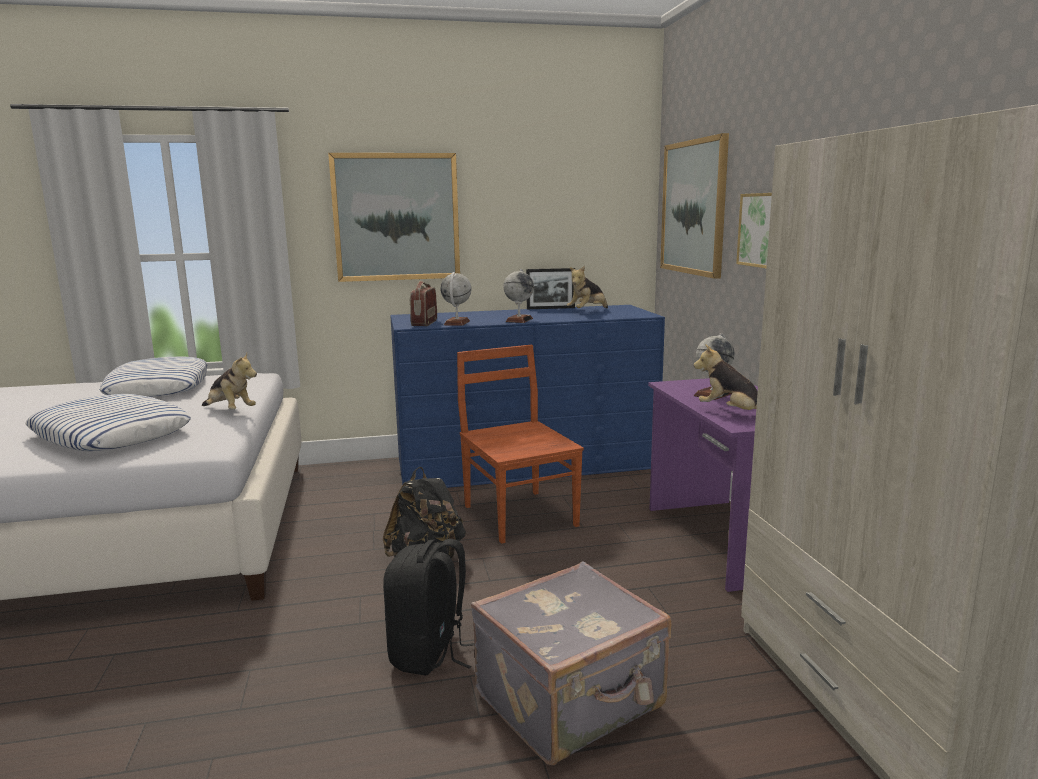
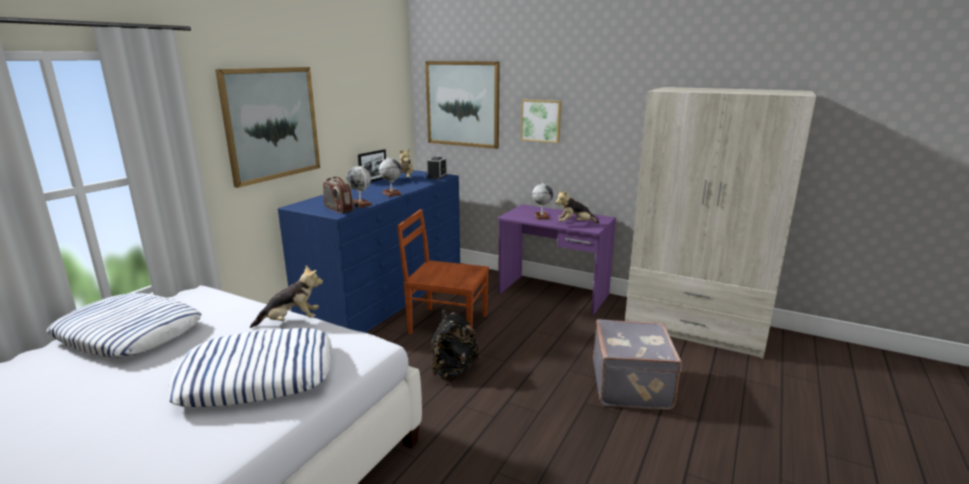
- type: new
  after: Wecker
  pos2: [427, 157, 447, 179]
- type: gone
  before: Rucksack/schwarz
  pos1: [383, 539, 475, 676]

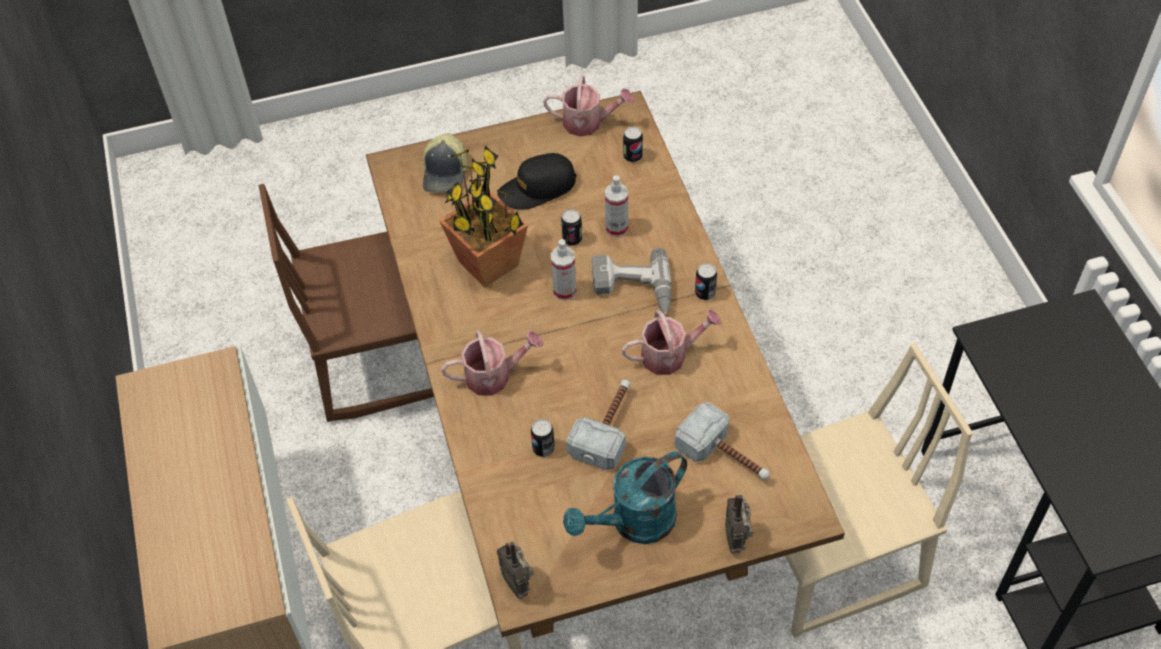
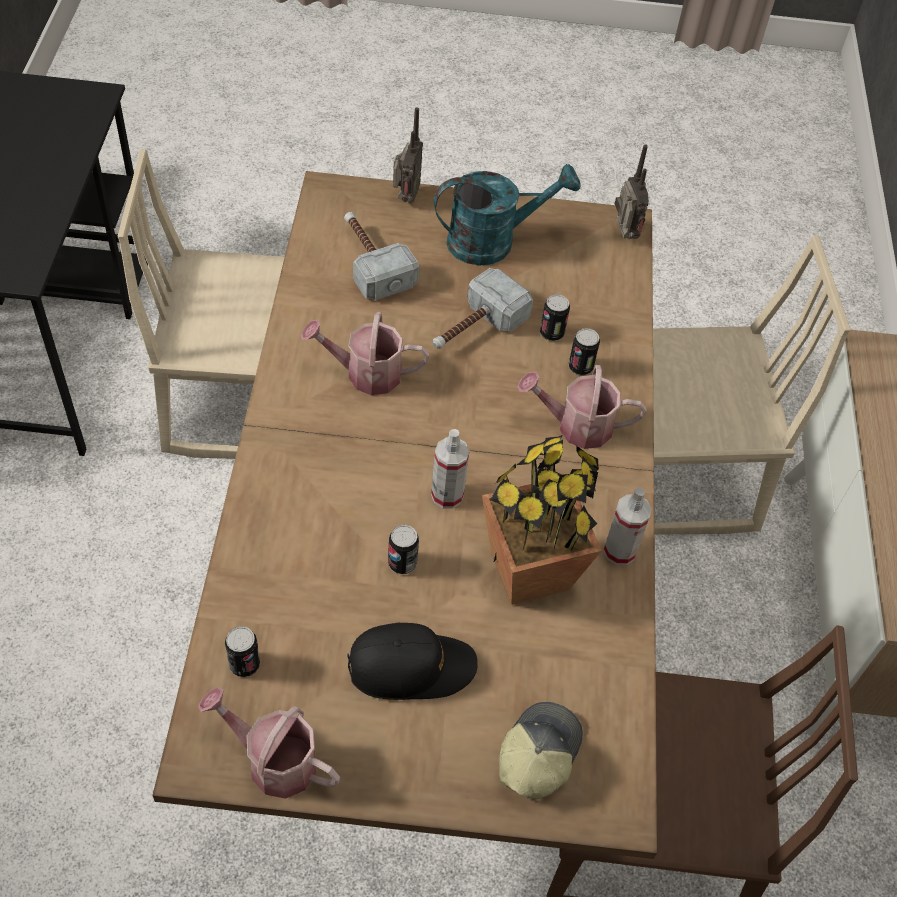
- type: shifted
  before: Dose
  pos1: [695, 263, 717, 300]
  pos2: [569, 328, 600, 375]
- type: shifted
  before: Sprühflasche
  pos1: [605, 175, 628, 237]
  pos2: [603, 487, 652, 565]
- type: gone
  before: Bohrmaschine
  pos1: [592, 248, 672, 314]

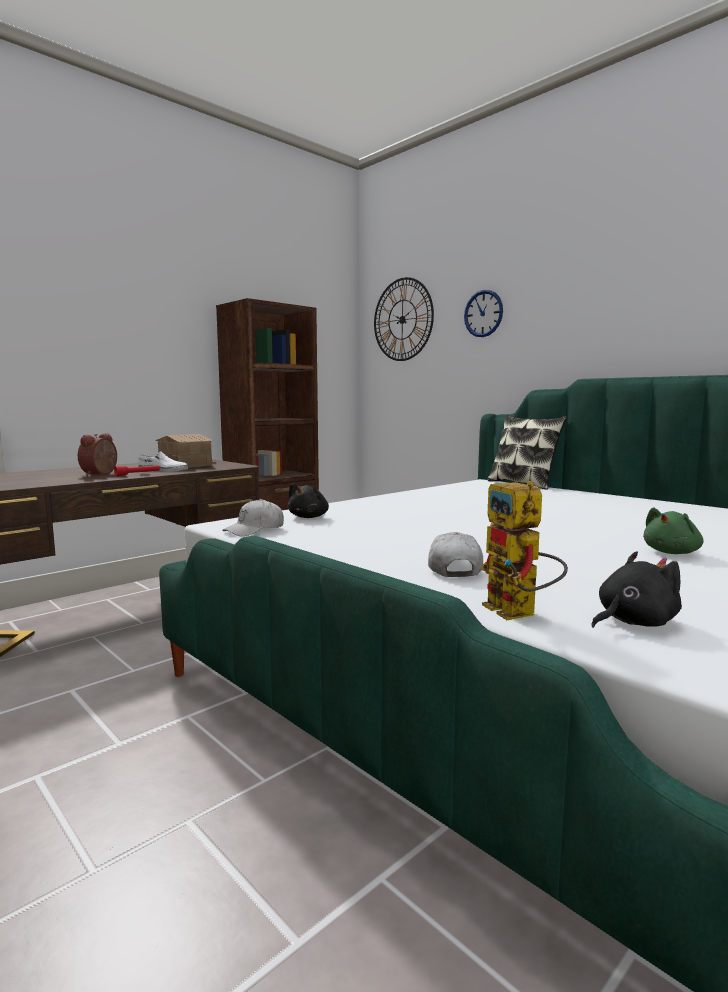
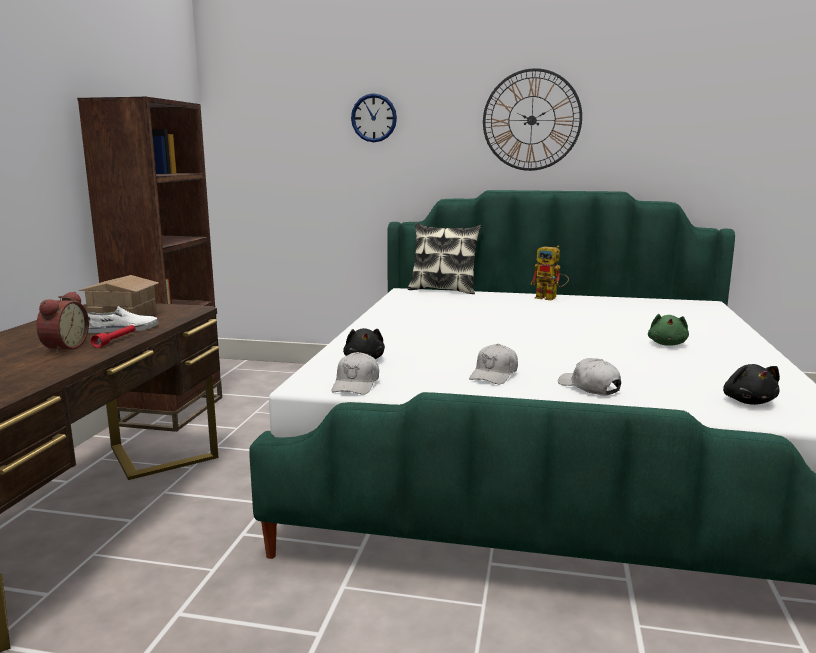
- type: rotated
  before: Wecker
  pos1: [78, 433, 117, 476]
  pos2: [36, 291, 89, 354]
  turn: -150
- type: new
  after: Kappe/weiß
  pos2: [469, 344, 518, 385]
- type: shifted
  before: Wanduhr
  pos1: [374, 277, 434, 361]
  pos2: [483, 68, 582, 171]
- type: shifted
  before: Spielzeugroboter
  pos1: [481, 481, 568, 620]
  pos2: [530, 246, 569, 300]
- type: rotated
  before: Plüschtier/schwarz
  pos1: [592, 551, 682, 628]
  pos2: [723, 364, 780, 405]
  turn: 150

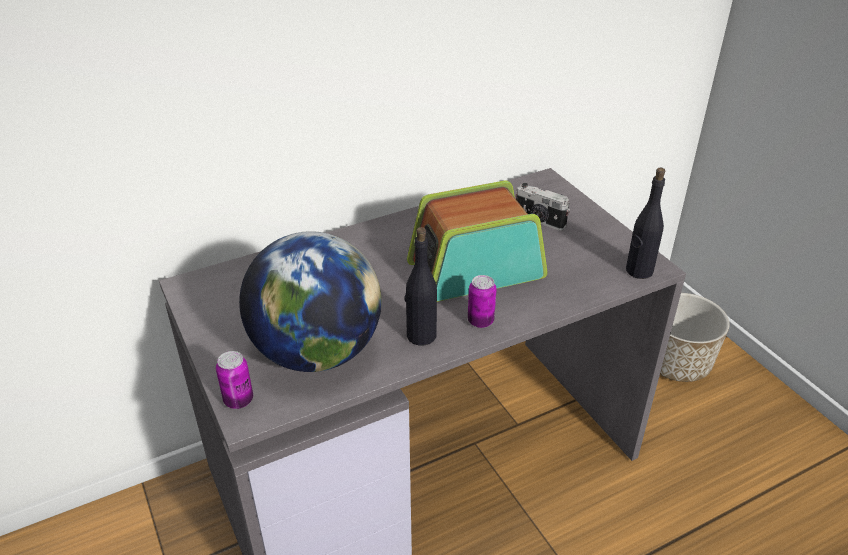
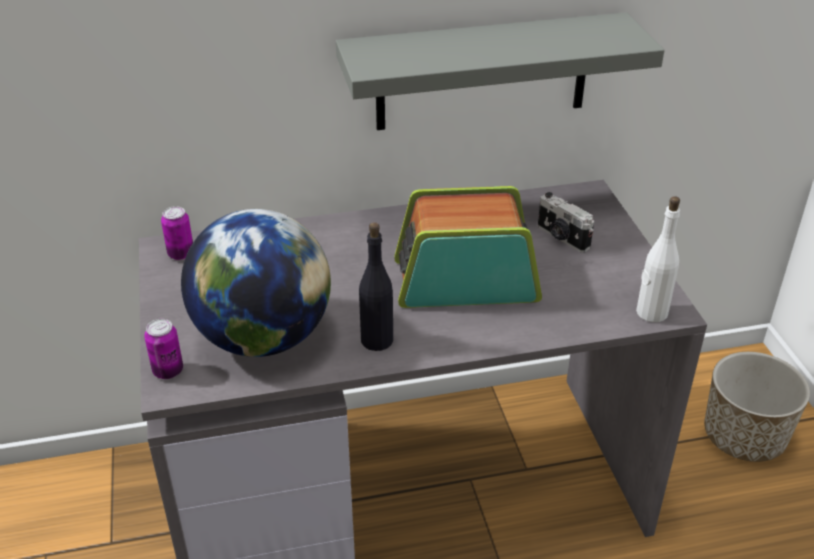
- type: shifted
  before: Dose
  pos1: [468, 275, 497, 328]
  pos2: [161, 206, 193, 260]
- type: new
  after: Wandregal/grau
  pos2: [336, 12, 664, 130]
- type: repainted
  before: Flasche/schwarz
  after: Flasche/weiß
  pos1: [626, 168, 665, 279]
  pos2: [636, 196, 680, 322]

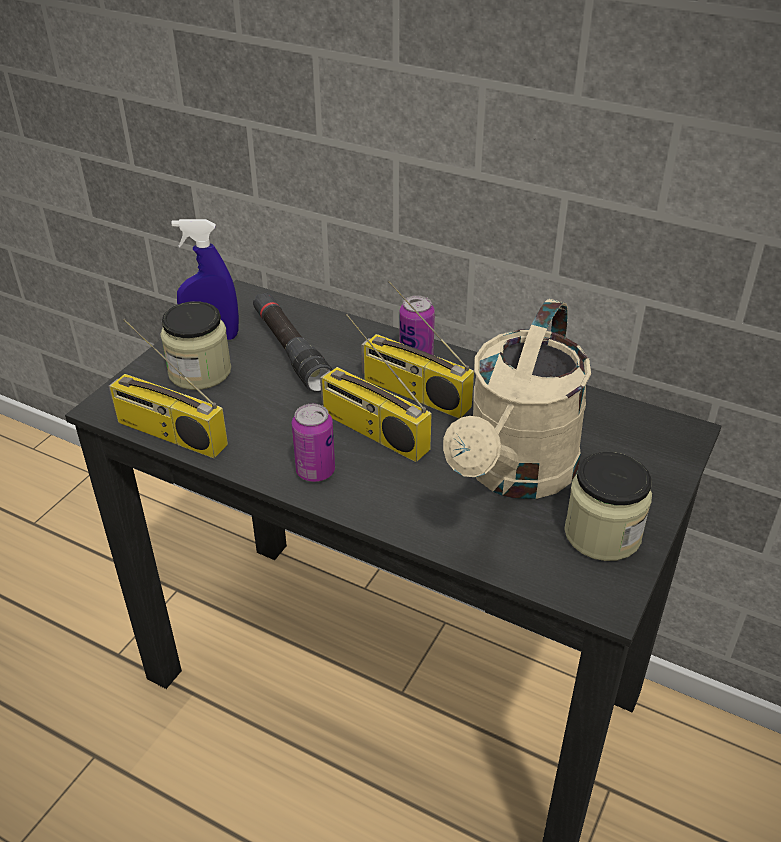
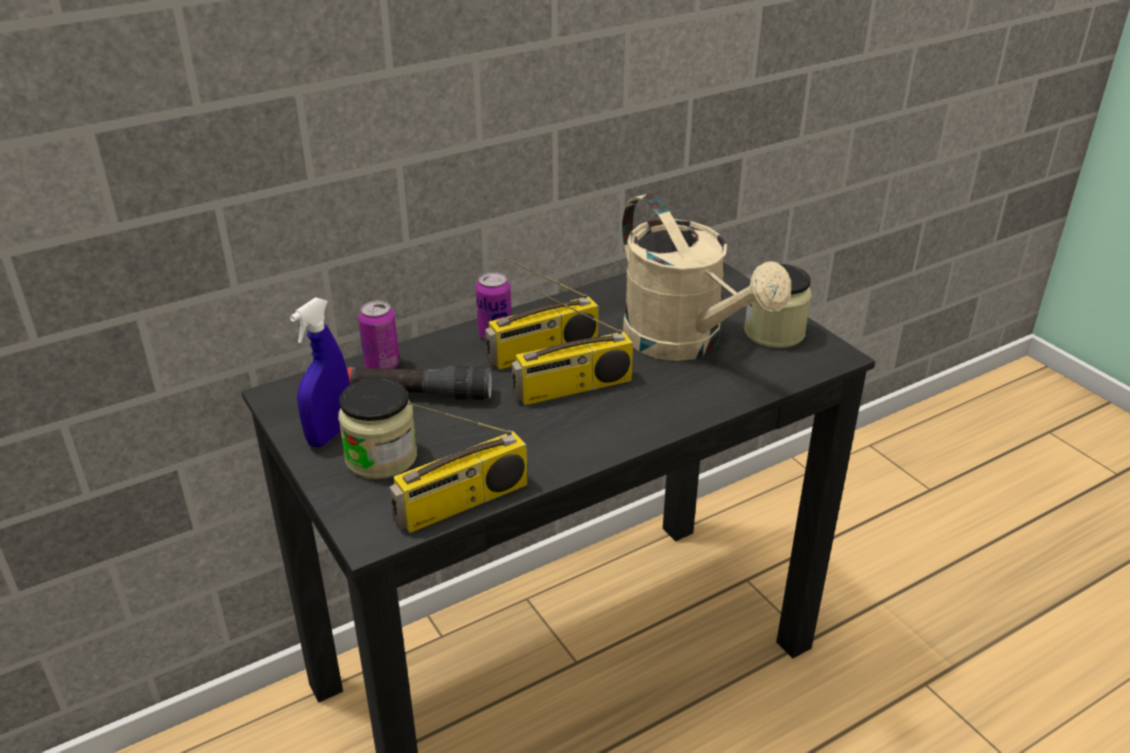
- type: shifted
  before: Dose
  pos1: [292, 404, 335, 482]
  pos2: [358, 300, 400, 369]

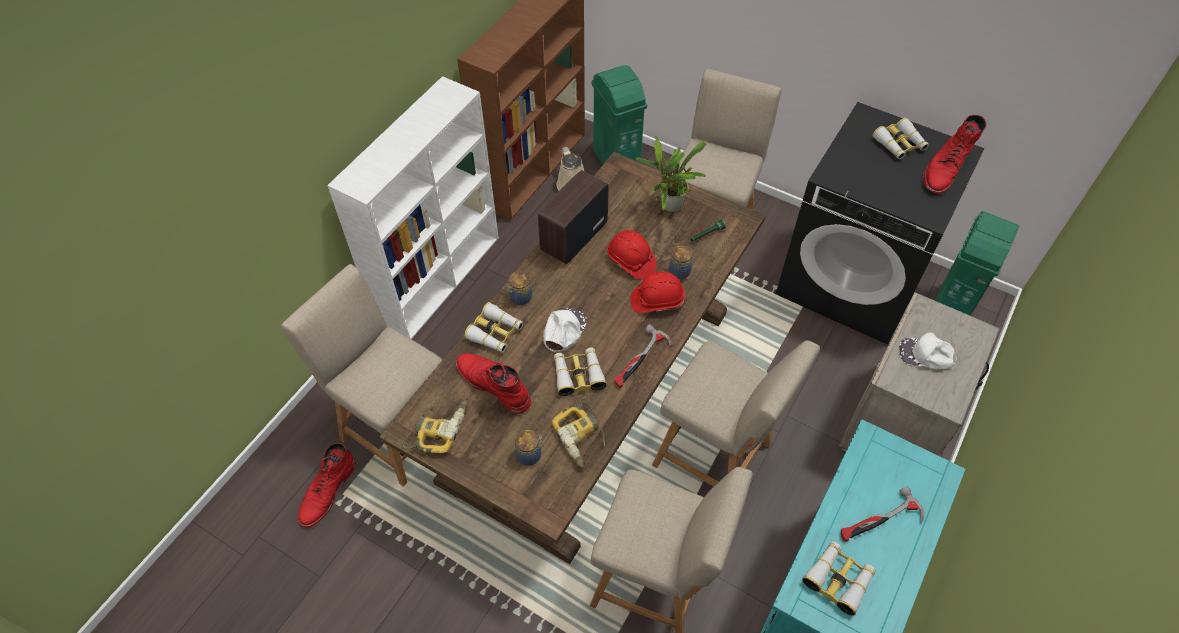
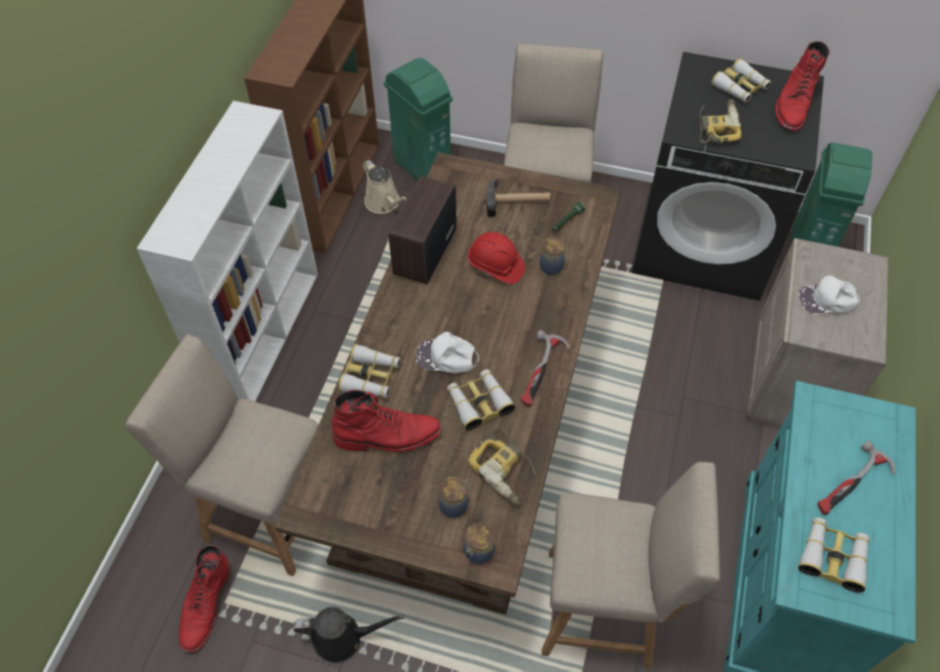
- type: new
  after: Gießkanne/schwarz
  pos2: [293, 607, 404, 663]
- type: rotated
  before: Stiefel/rot
  pos1: [456, 353, 531, 414]
  pos2: [332, 390, 442, 452]
  turn: 150
- type: rotated
  before: Kappe/weiß
  pos1: [543, 308, 587, 352]
  pos2: [416, 332, 479, 373]
  turn: -90
- type: shifted
  before: Vorratsglas
  pos1: [507, 271, 532, 305]
  pos2: [464, 522, 495, 564]
- type: swapped
  before: Topfpflanze
  after: Hammer
  pos1: [636, 136, 707, 212]
  pos2: [486, 178, 551, 217]
- type: shifted
  before: Bohrmaschine
  pos1: [402, 400, 468, 454]
  pos2: [700, 100, 742, 143]
- type: gone
  before: Schutzhelm/rot
  pos1: [631, 271, 685, 313]
- type: gone
  before: Stuhl/beige
  pos1: [652, 340, 820, 487]

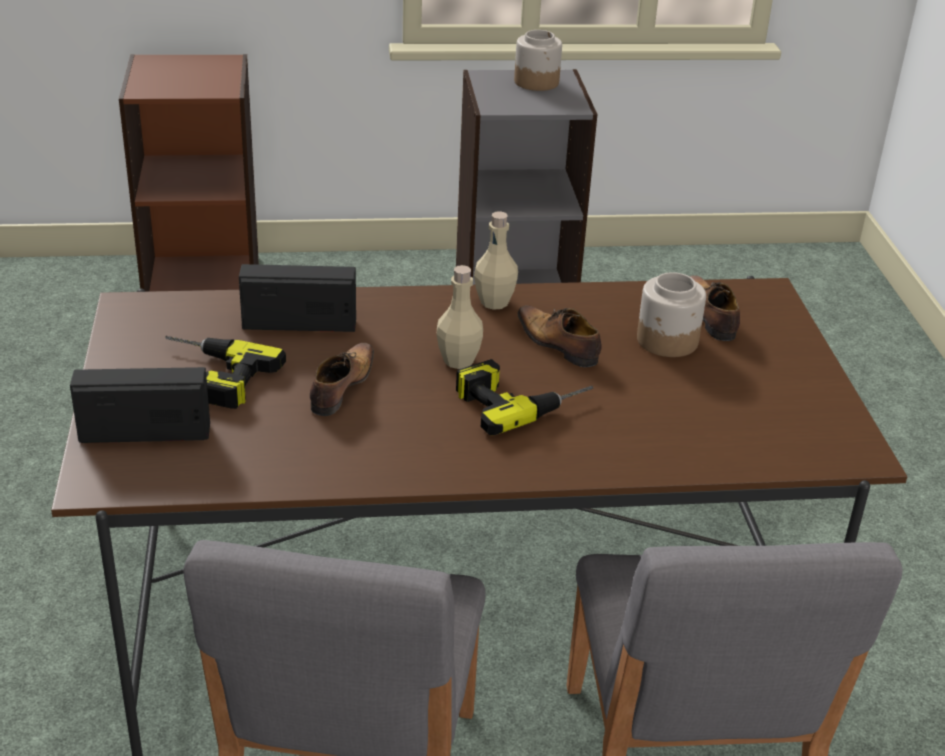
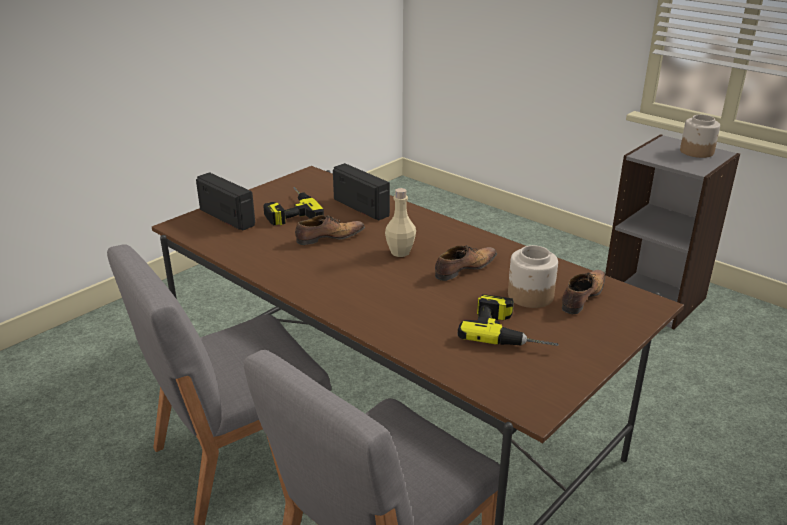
- type: rotated
  before: Schuh
  pos1: [517, 305, 602, 368]
  pos2: [435, 245, 497, 281]
  turn: 45
- type: shifted
  before: Bohrmaschine
  pos1: [456, 359, 593, 435]
  pos2: [457, 294, 559, 346]
- type: gone
  before: Bücherregal/braun
  pos1: [119, 54, 259, 292]
- type: gone
  before: Flasche/beige
  pos1: [474, 211, 518, 310]

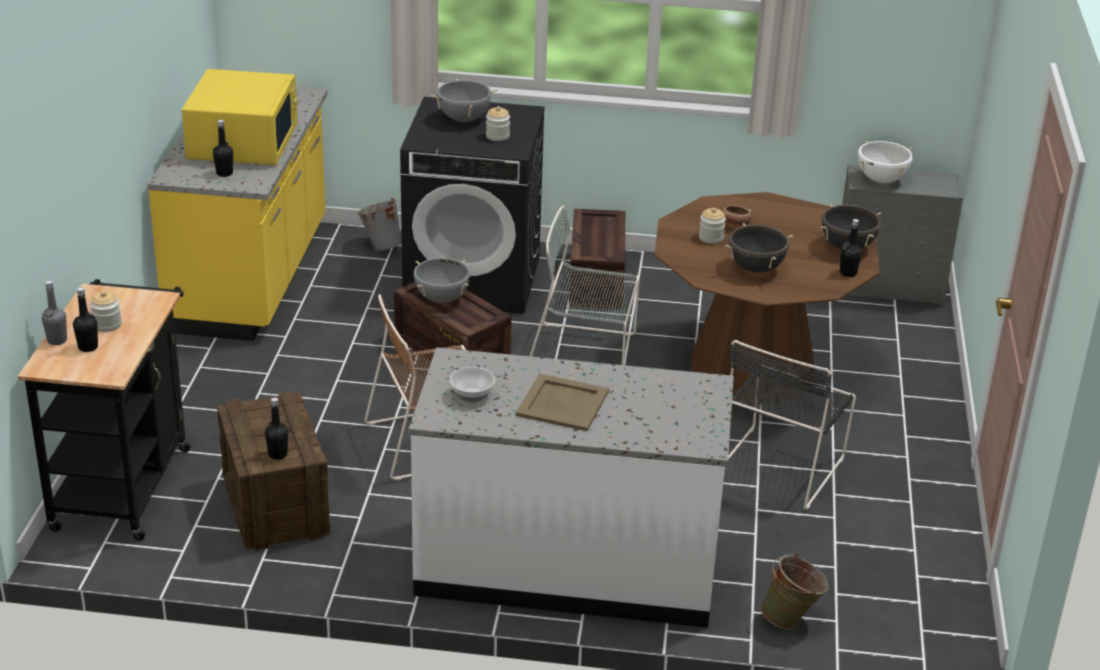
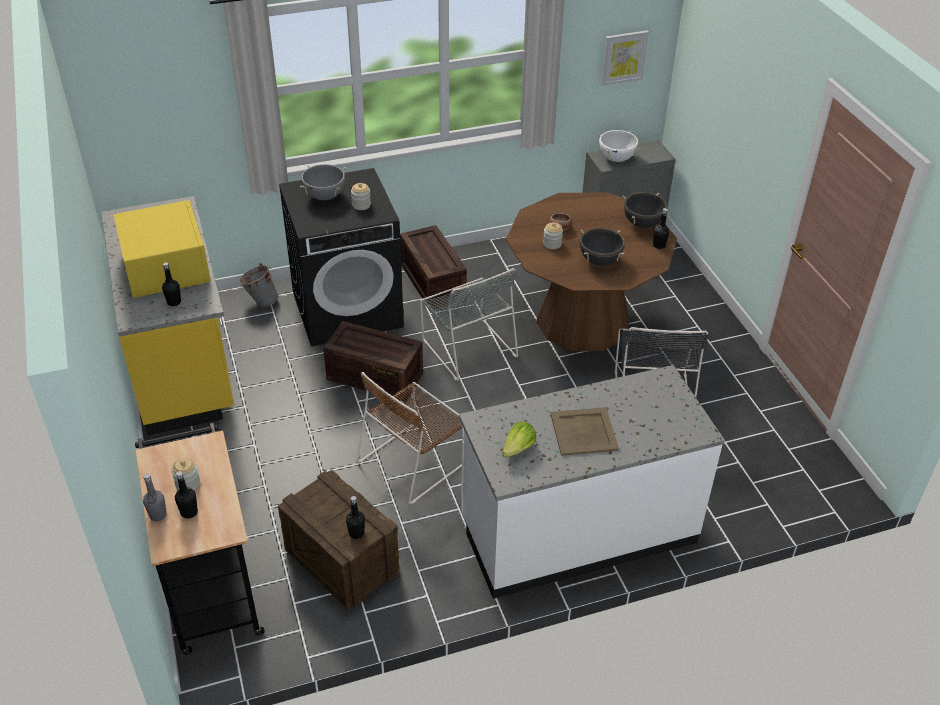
- type: rotated
  before: Stuhl/grau
  pos1: [530, 206, 640, 365]
  pos2: [420, 268, 518, 381]
  turn: -105
- type: swapped
  before: Schüssel
  after: Salatkopf
  pos1: [449, 367, 495, 403]
  pos2: [502, 422, 536, 457]
- type: new
  after: Bild
  pos2: [601, 31, 649, 86]
- type: gone
  before: Kochtopf/grau
  pos1: [413, 258, 470, 303]
- type: gone
  before: Eimer/grün
  pos1: [760, 553, 829, 629]

